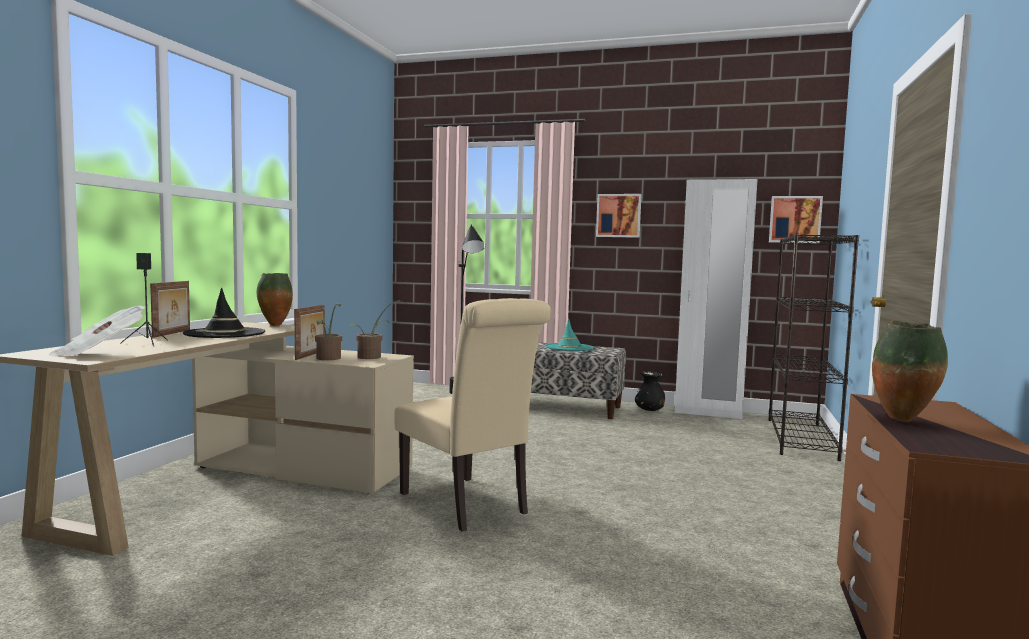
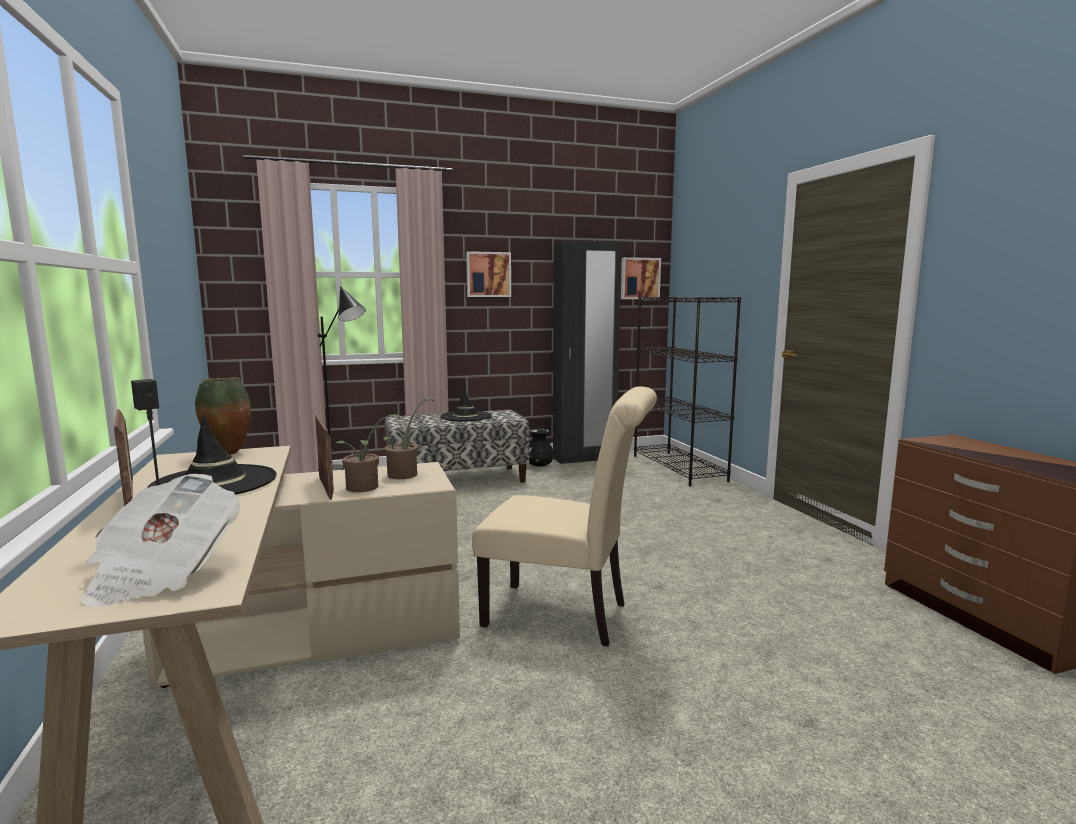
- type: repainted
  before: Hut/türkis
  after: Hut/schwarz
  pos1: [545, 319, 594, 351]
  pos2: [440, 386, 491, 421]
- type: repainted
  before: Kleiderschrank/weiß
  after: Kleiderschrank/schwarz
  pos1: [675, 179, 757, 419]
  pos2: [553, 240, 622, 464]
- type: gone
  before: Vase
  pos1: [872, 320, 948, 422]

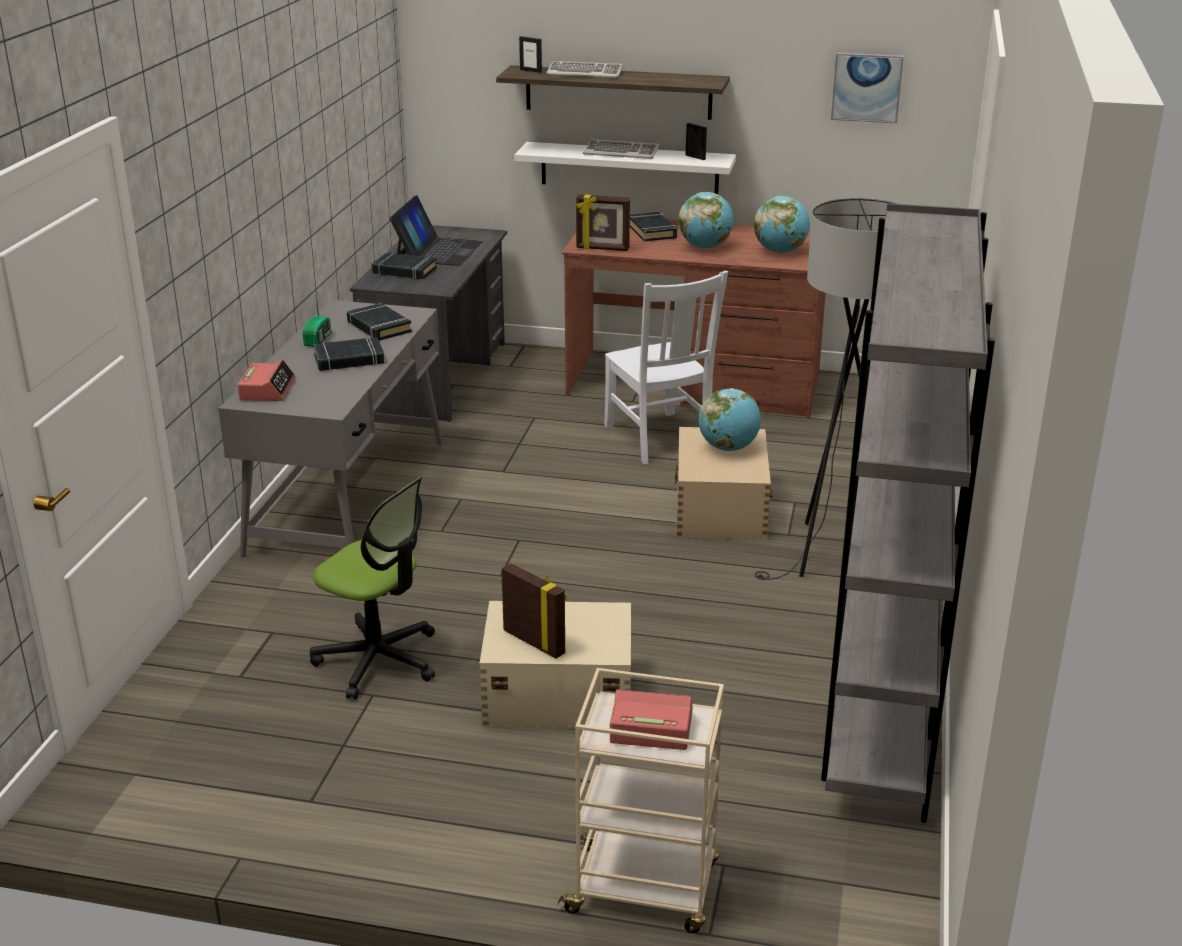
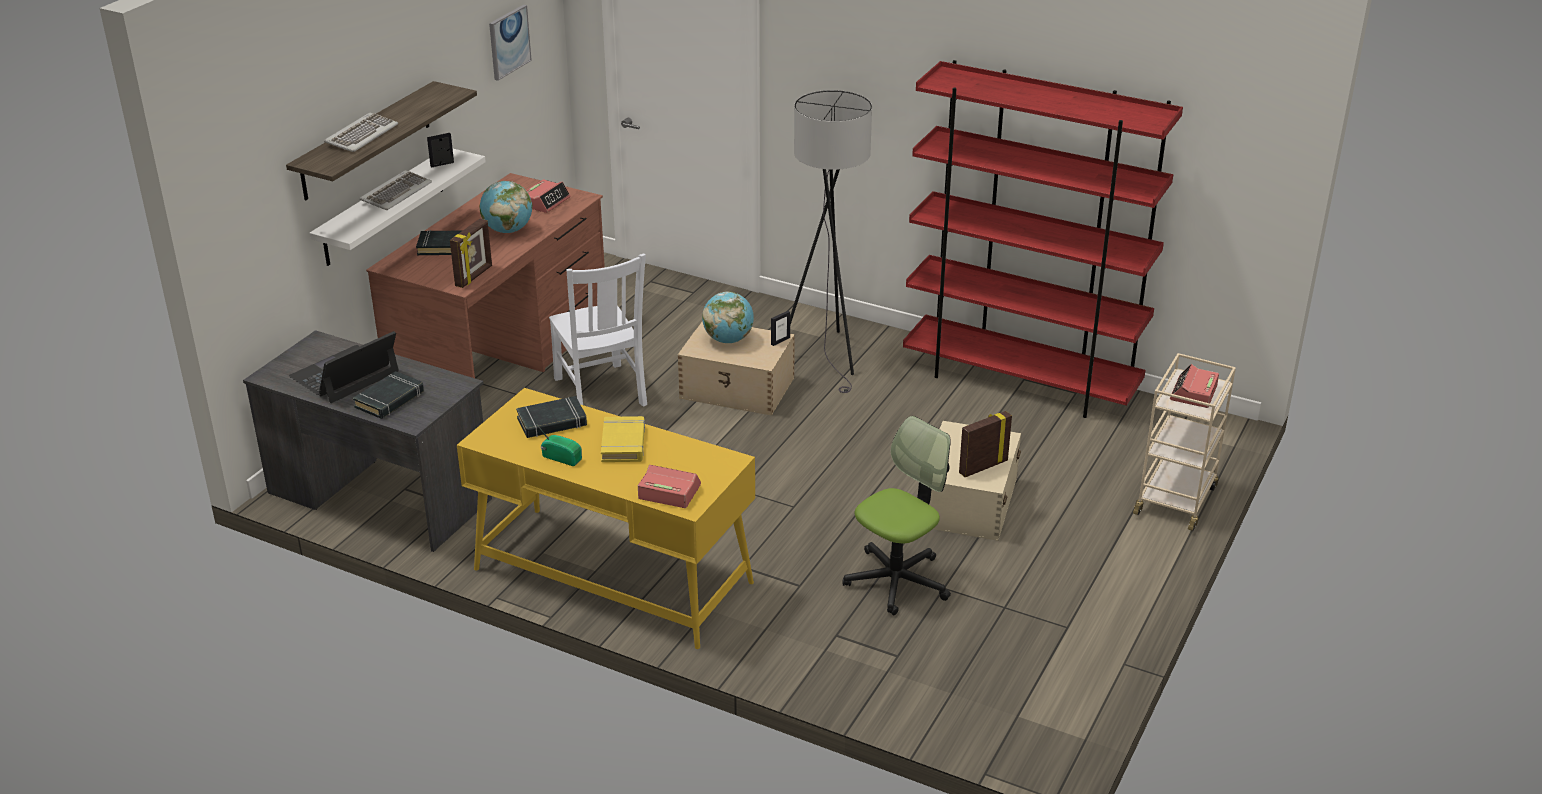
- type: rotated
  before: Laptop
  pos1: [389, 195, 483, 266]
  pos2: [289, 331, 399, 403]
  turn: -75
- type: repainted
  before: Schreibtisch/grau
  after: Schreibtisch/gelb
  pos1: [218, 300, 443, 558]
  pos2: [457, 388, 755, 649]
- type: swapped
  before: Globus
  after: Wecker
  pos1: [754, 196, 810, 253]
  pos2: [526, 179, 571, 213]
- type: rotated
  before: Stuhl/weiß
  pos1: [604, 271, 728, 464]
  pos2: [549, 254, 647, 407]
  turn: 75
- type: repainted
  before: Buch/schwarz
  after: Buch/gelb
  pos1: [313, 337, 384, 371]
  pos2: [601, 416, 645, 462]
- type: shifted
  before: Bilderrahmen
  pos1: [519, 36, 542, 73]
  pos2: [771, 311, 790, 346]
- type: repainted
  before: Bücherregal/grau
  after: Bücherregal/rot
  pos1: [821, 203, 995, 823]
  pos2: [903, 60, 1183, 418]

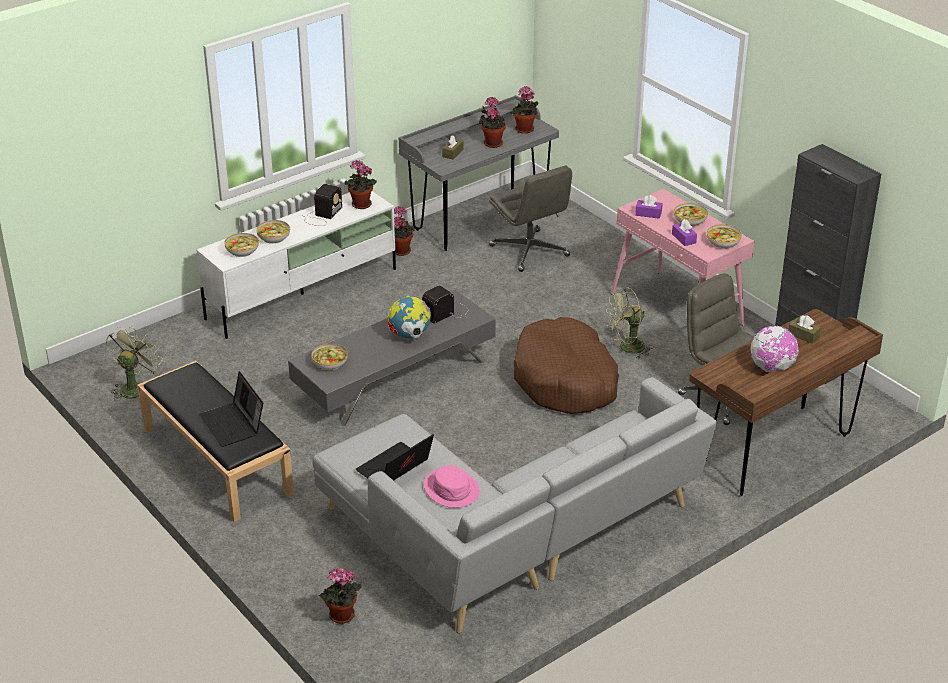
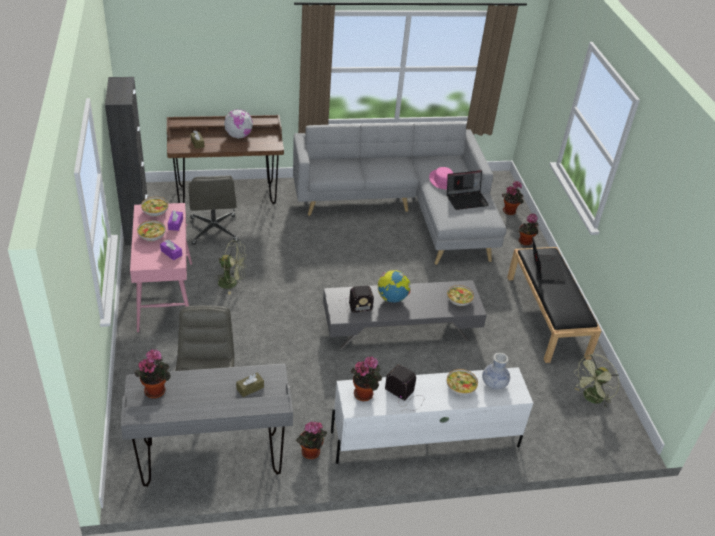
- type: rotated
  before: Radio
  pos1: [301, 184, 342, 226]
  pos2: [385, 364, 424, 411]
  turn: 75
- type: swapped
  before: Schüssel
  after: Vase
  pos1: [224, 233, 259, 257]
  pos2: [482, 353, 510, 390]
- type: shifted
  before: Topfpflanze
  pos1: [479, 97, 506, 148]
  pos2: [518, 214, 539, 246]
- type: gone
  before: Hundebett/braun
  pos1: [514, 317, 619, 414]

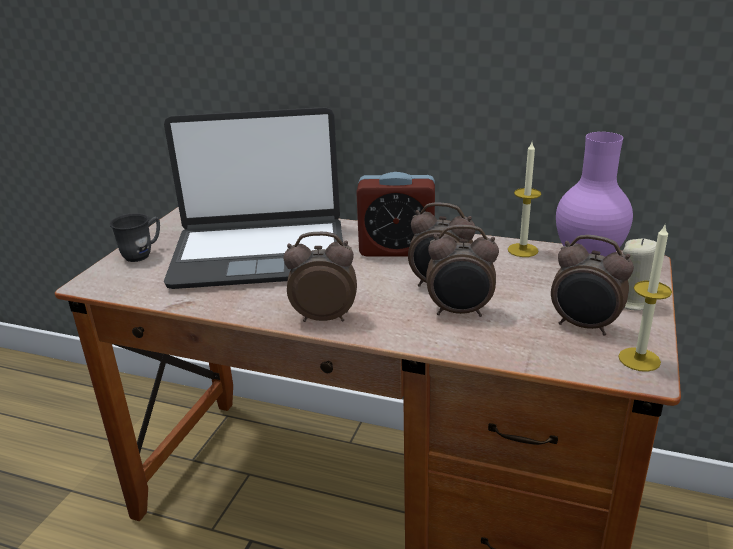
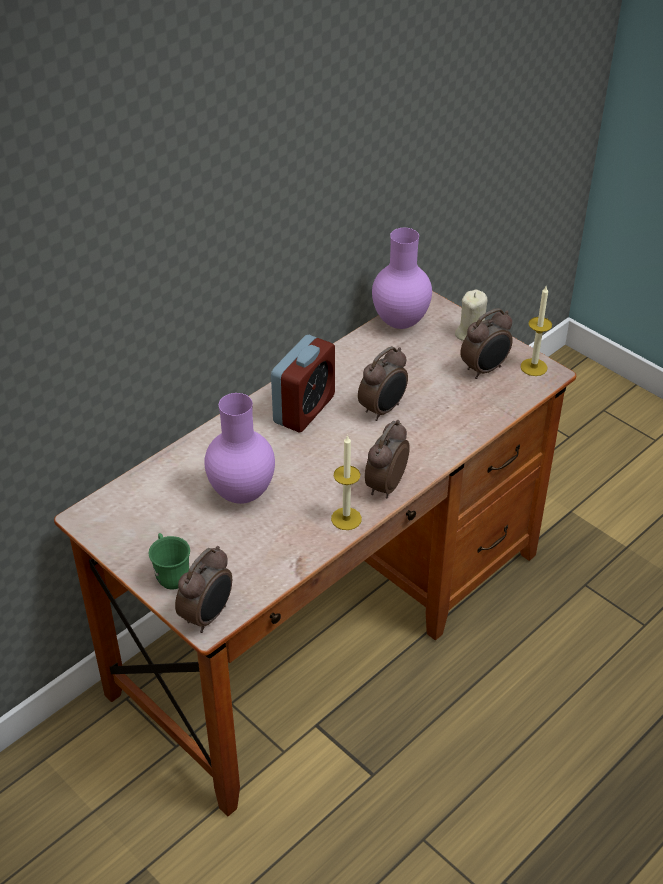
- type: repainted
  before: Henkelbecher/grau
  after: Henkelbecher/grün
  pos1: [110, 213, 160, 262]
  pos2: [149, 533, 190, 590]
- type: shifted
  before: Wecker
  pos1: [426, 225, 499, 317]
  pos2: [175, 546, 232, 633]
- type: swapped
  before: Laptop
  after: Vase/lila
  pos1: [164, 107, 343, 289]
  pos2: [204, 393, 275, 504]
- type: shifted
  before: Kerze
  pos1: [508, 142, 541, 257]
  pos2: [331, 435, 362, 530]

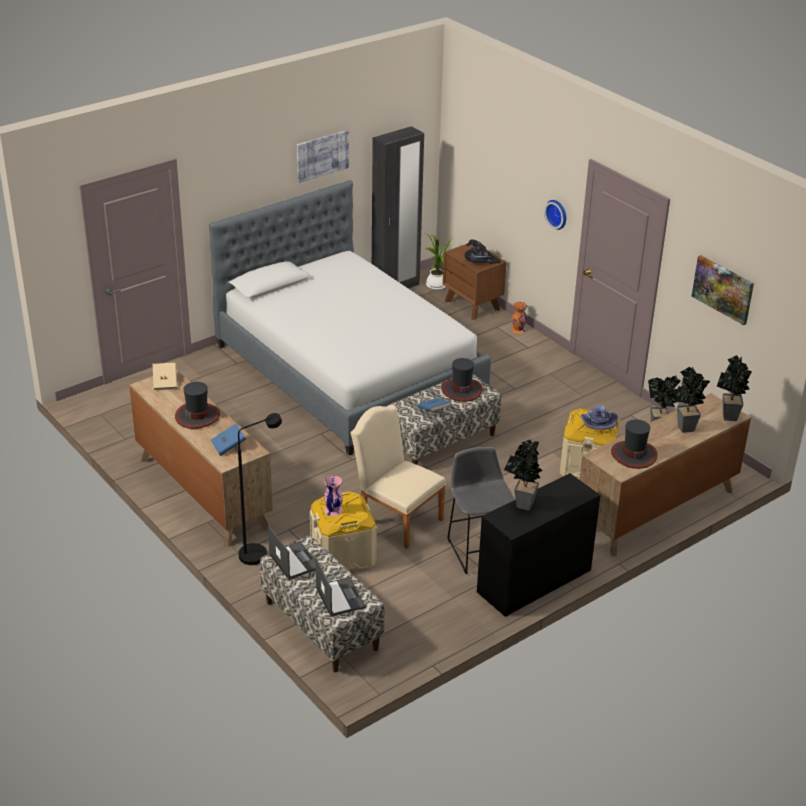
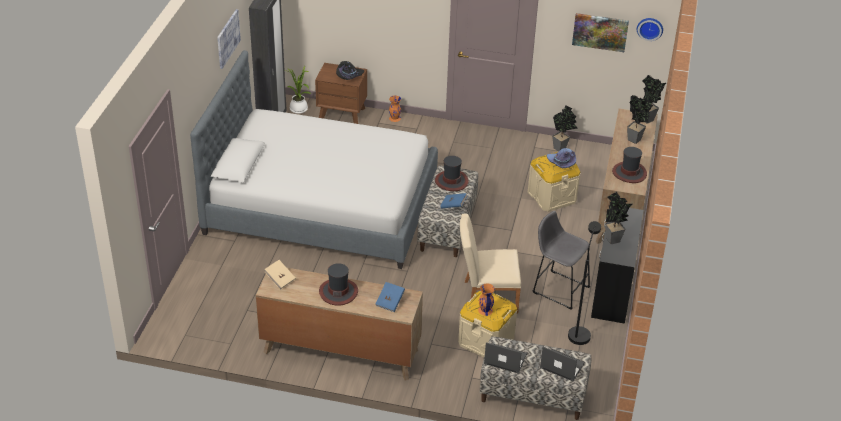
- type: repainted
  before: Vase/rosa
  after: Vase/orange
  pos1: [324, 476, 343, 516]
  pos2: [478, 283, 495, 316]
- type: shifted
  before: Stehlampe/schwarz
  pos1: [238, 413, 282, 565]
  pos2: [568, 221, 601, 345]
- type: shifted
  before: Wanduhr
  pos1: [544, 200, 566, 230]
  pos2: [637, 18, 663, 41]

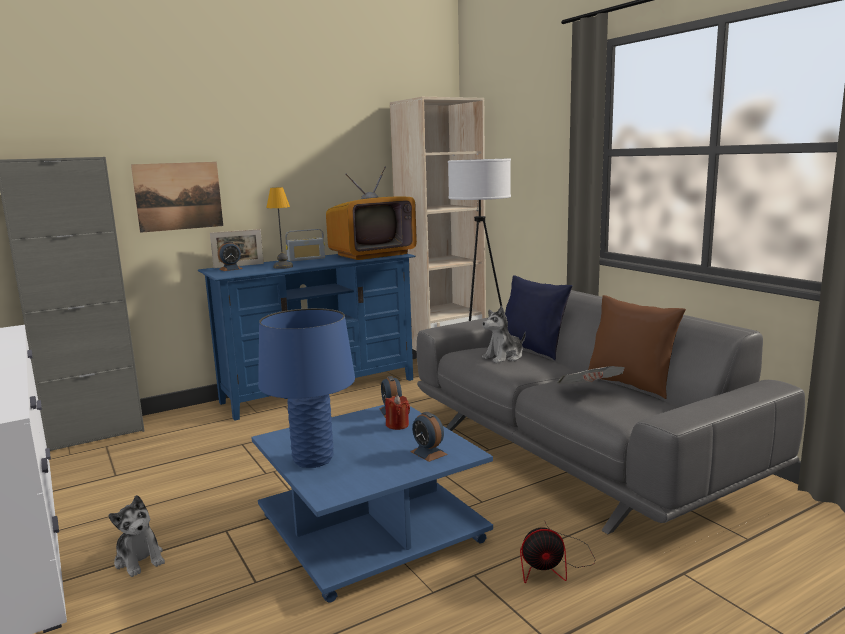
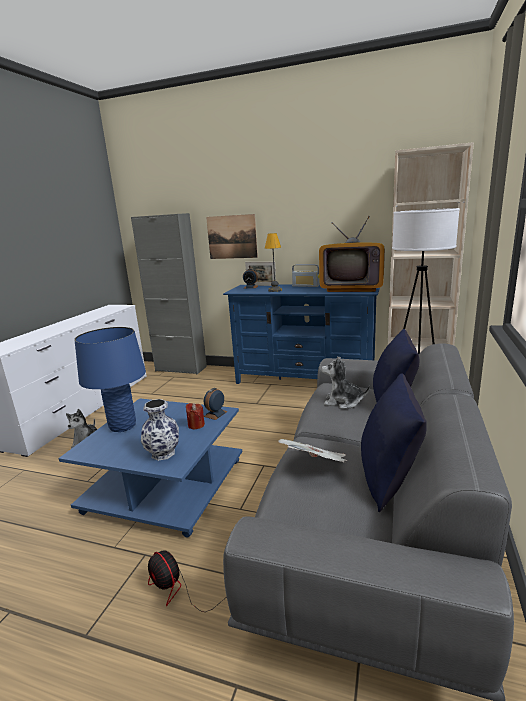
- type: swapped
  before: Wecker
  after: Vase
  pos1: [410, 412, 448, 462]
  pos2: [141, 399, 179, 461]
- type: repainted
  before: Kissen/braun
  after: Kissen/blau
  pos1: [588, 295, 686, 399]
  pos2: [361, 373, 427, 512]

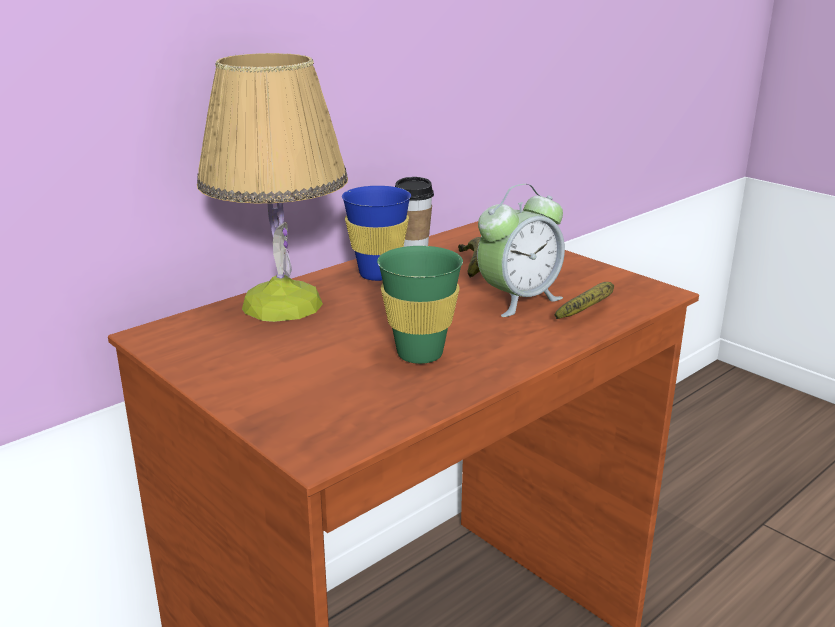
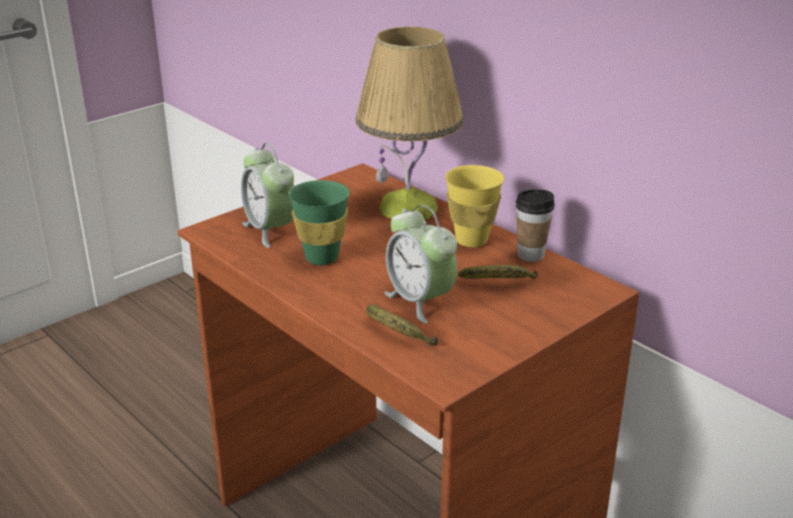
- type: new
  after: Wecker
  pos2: [241, 143, 294, 248]
- type: repainted
  before: Tasse/blau
  after: Tasse/gelb
  pos1: [342, 186, 411, 281]
  pos2: [445, 165, 504, 247]

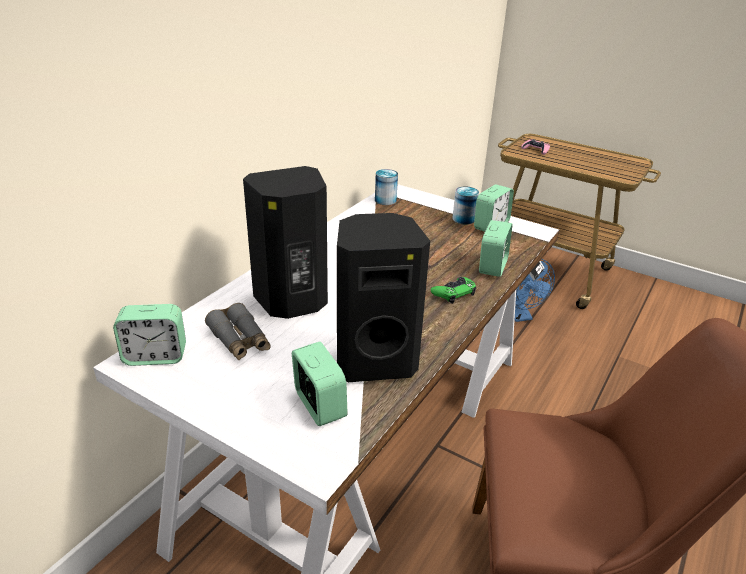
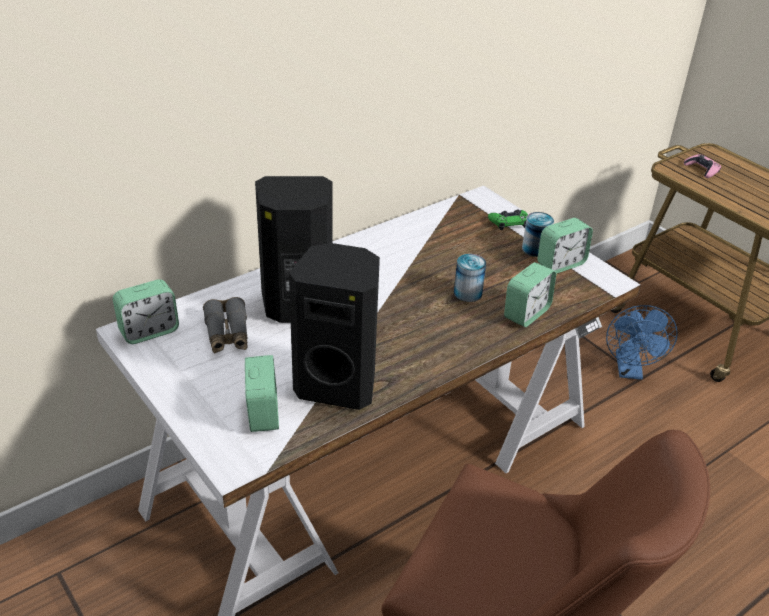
- type: rotated
  before: Wecker
  pos1: [113, 304, 186, 366]
  pos2: [113, 279, 179, 344]
  turn: -45
- type: shifted
  before: Dose
  pos1: [375, 169, 398, 205]
  pos2: [454, 254, 486, 302]
- type: shifted
  before: Gamepad/grün
  pos1: [431, 277, 476, 304]
  pos2: [488, 209, 528, 230]

